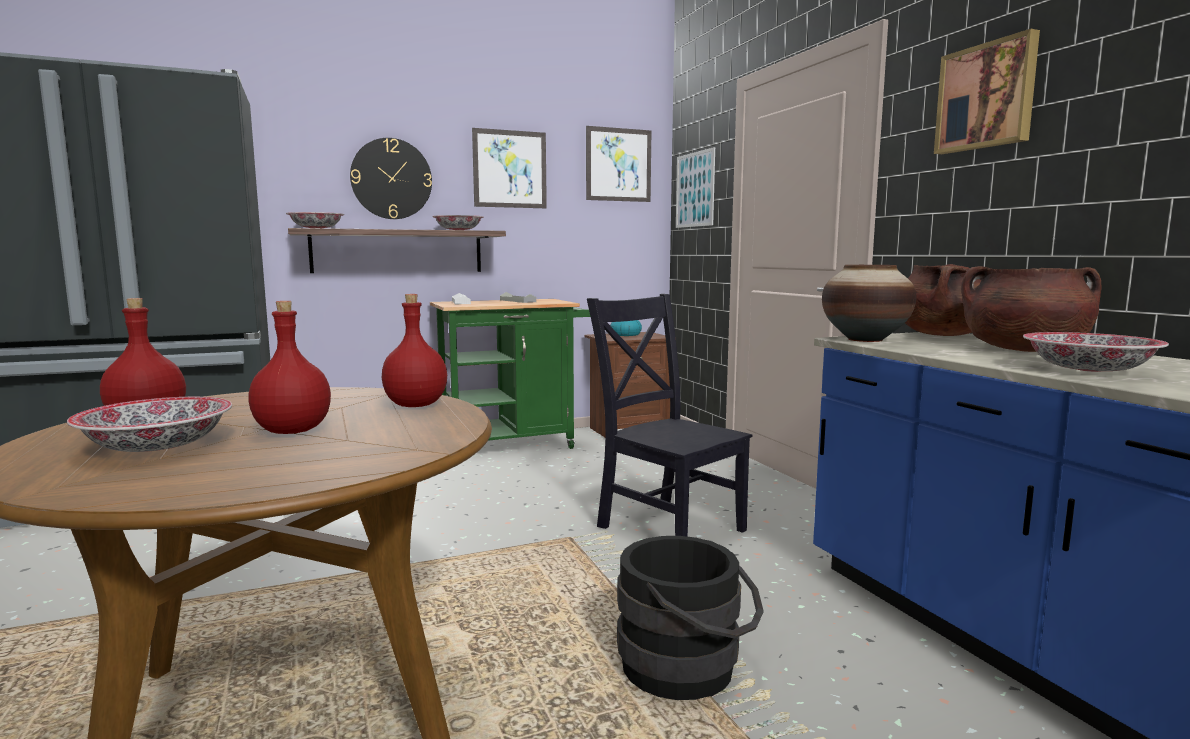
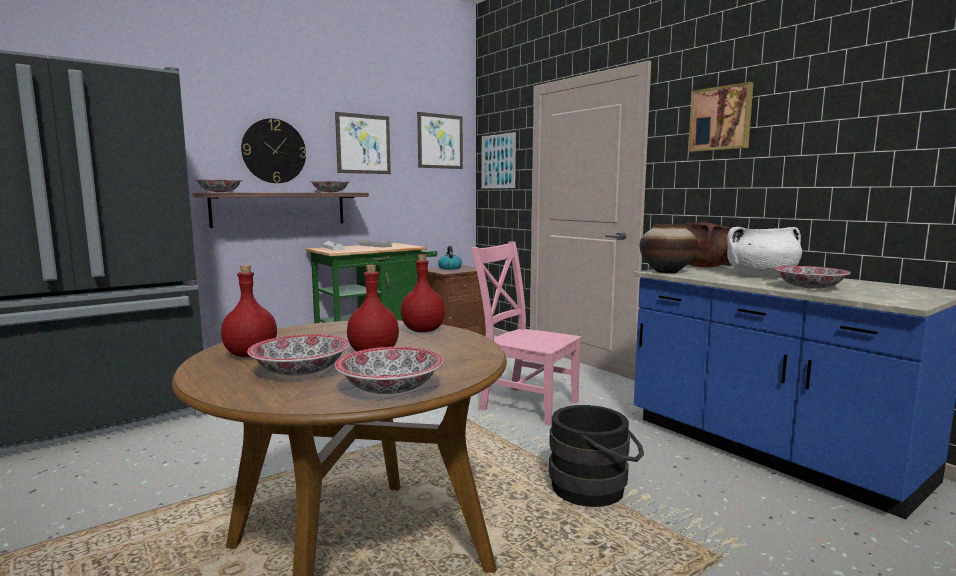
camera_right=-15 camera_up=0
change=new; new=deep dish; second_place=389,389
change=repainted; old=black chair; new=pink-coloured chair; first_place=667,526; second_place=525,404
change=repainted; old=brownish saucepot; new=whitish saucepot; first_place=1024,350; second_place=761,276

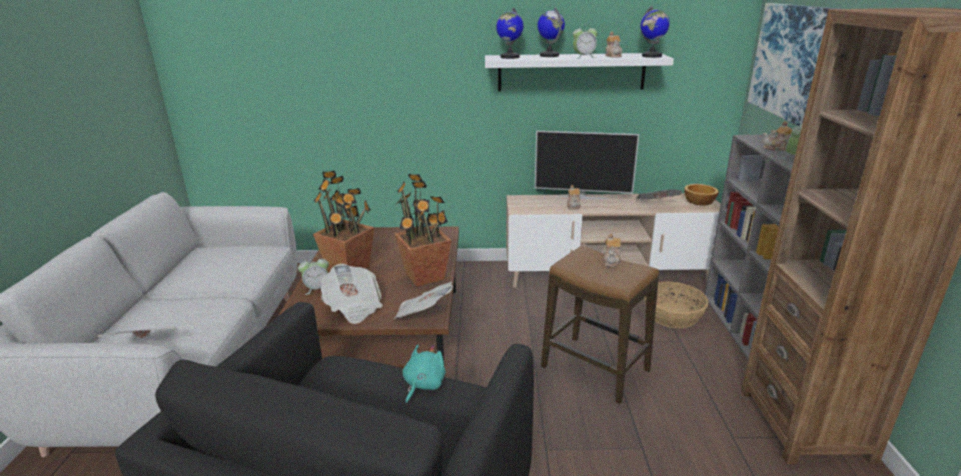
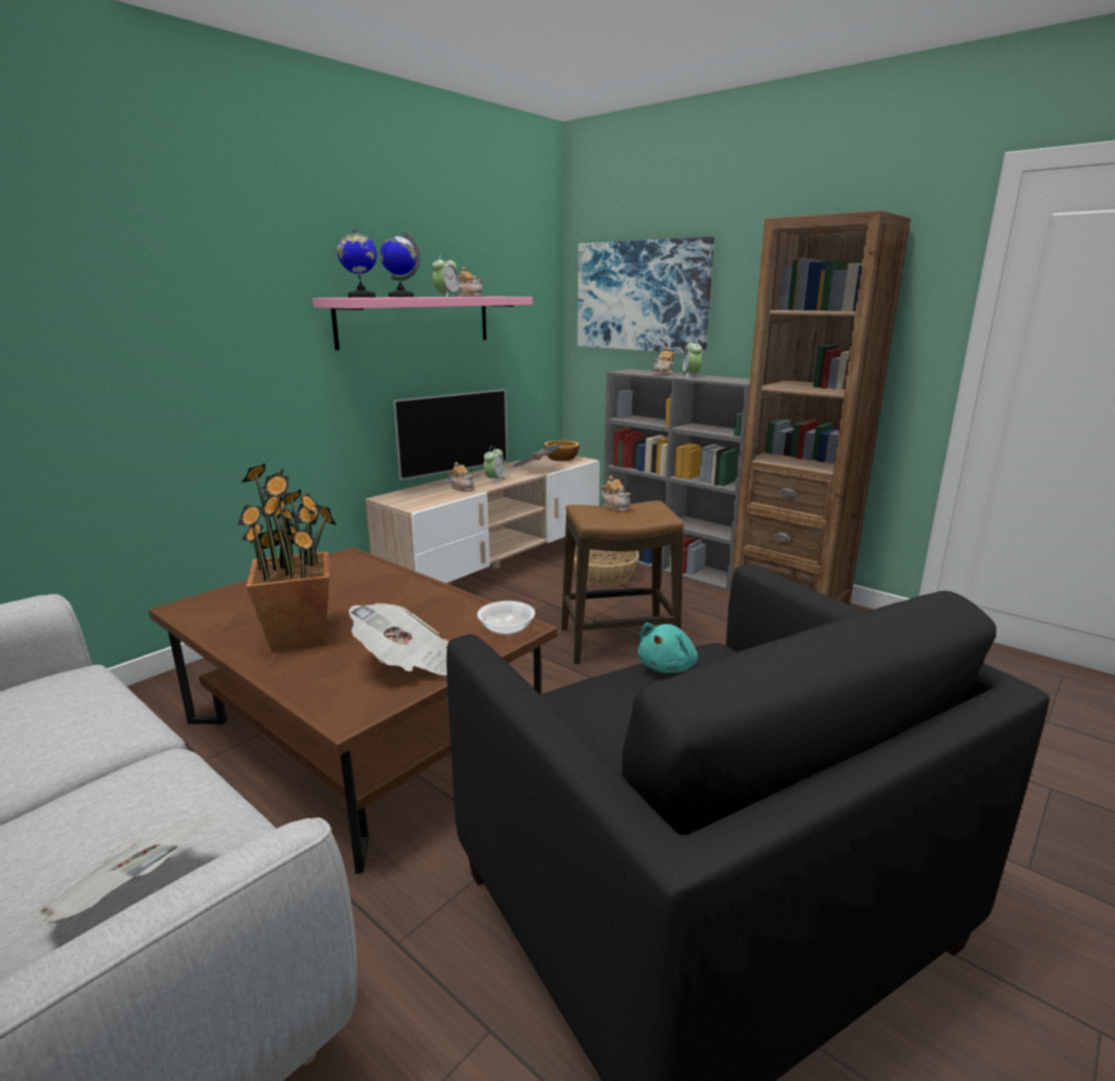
camera_right=-50 camera_up=-5
change=gone; old=houseplant; first_place=425,277
change=gone; old=desk globe; first_place=651,56
change=shifted; old=alarm clock; first_place=317,289; second_place=494,480
change=swapped; old=newspaper; new=deep dish; first_place=423,314; second_place=506,629
change=repainted; old=whitish shelf; new=pink-coloured shelf; first_place=571,72; second_place=416,321
change=rotated; old=blue-green cuddly toy; first_place=423,385; second_place=668,667; degrees=-120

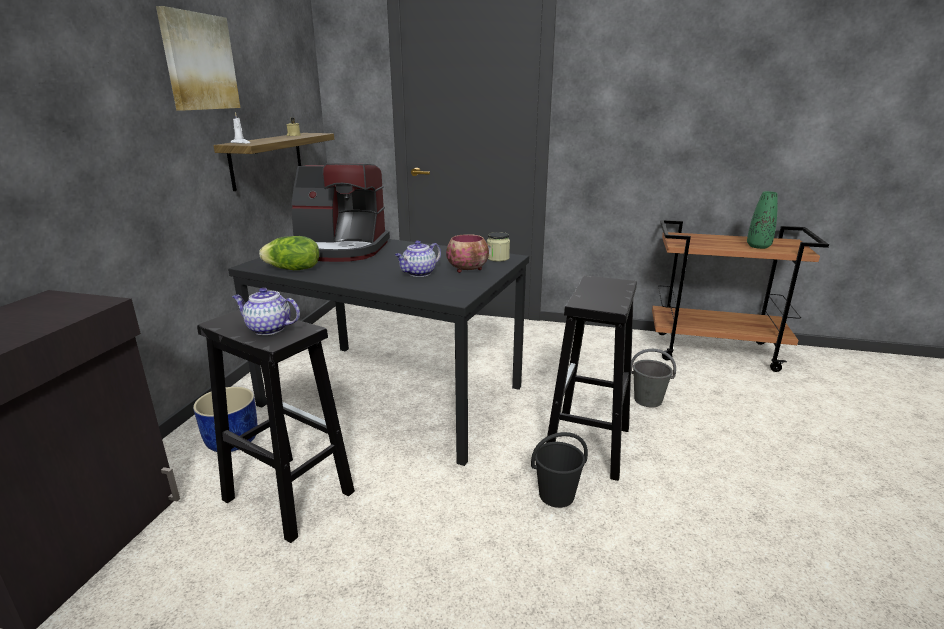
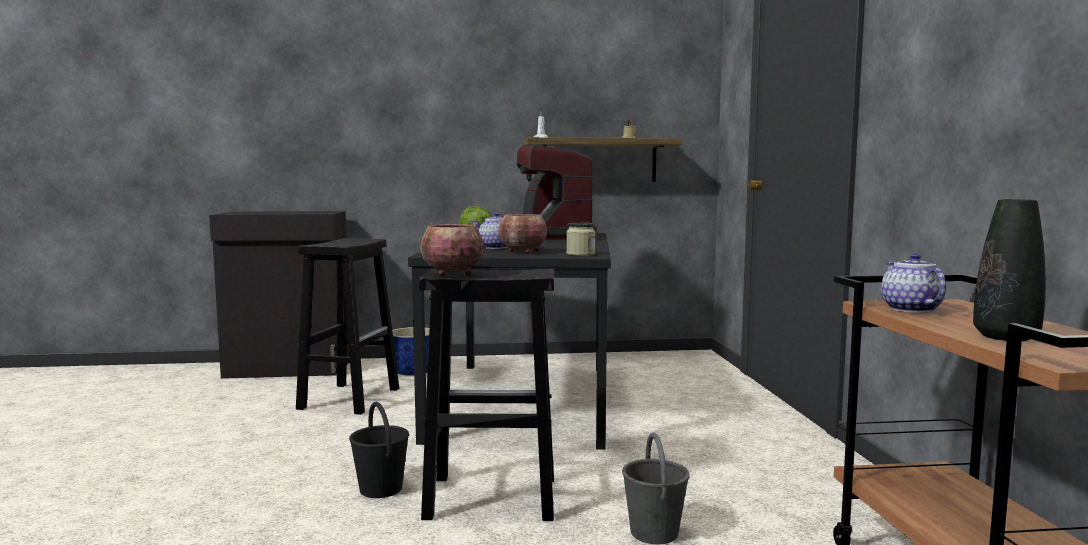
camera_right=70 camera_up=-15
change=gone; old=wall art; first_place=198,62
change=new; new=deep dish; second_place=452,274
change=shifted; old=tea pot; first_place=268,329; second_place=910,309
change=repainted; old=green-coloured vase; new=black vase; first_place=758,246; second_place=1005,337

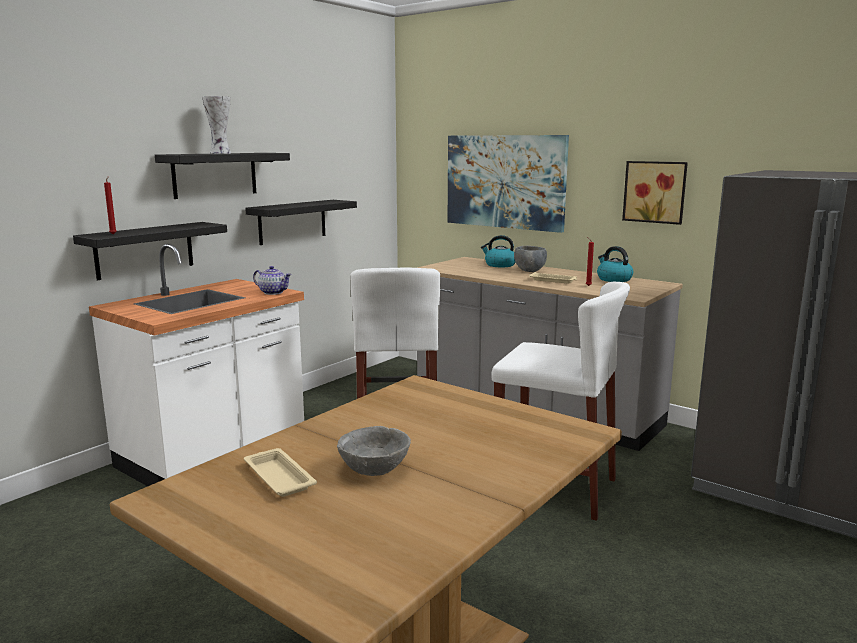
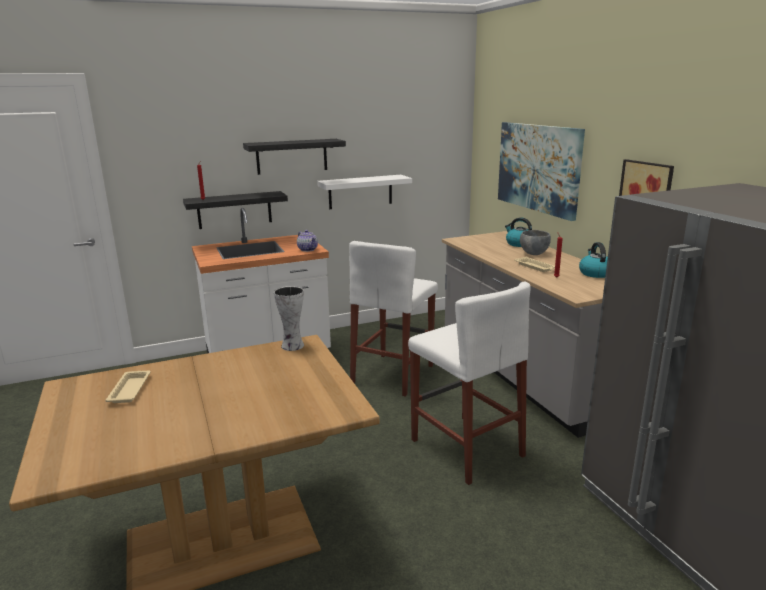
camera_right=30 camera_up=5
change=gone; old=grey deep dish; first_place=374,471
change=shifted; old=vase; first_place=220,153; second_place=291,346
change=repainted; old=black shelf; new=whitish shelf; first_place=292,221; second_place=360,192

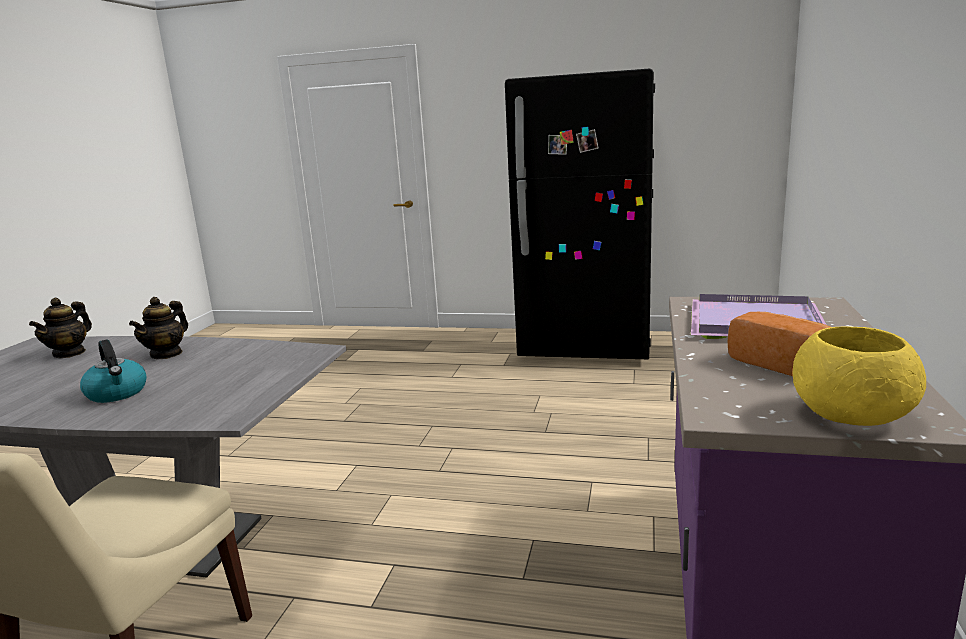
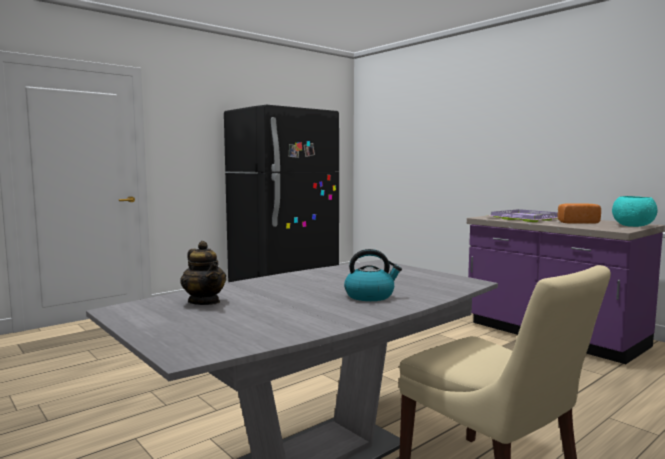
camera_right=-55 camera_up=-10
change=gone; old=tea pot; first_place=166,354
change=repainted; old=yellowish deep dish; new=blue-green deep dish; first_place=853,415; second_place=633,225

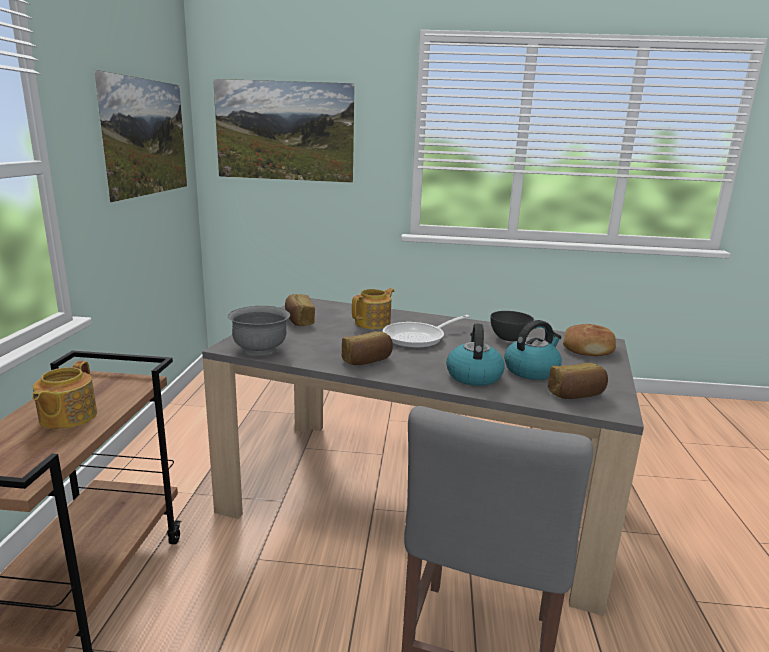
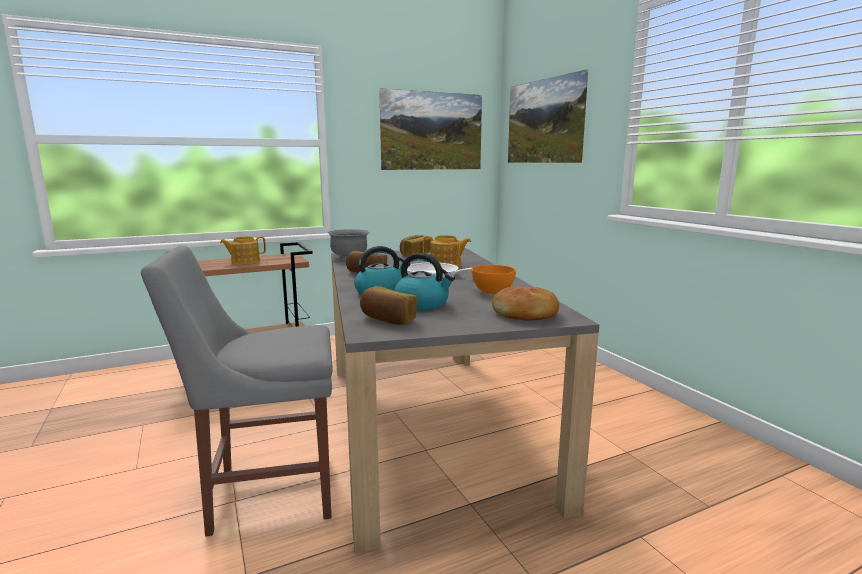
camera_right=60 camera_up=-5
change=repainted; old=grey deep dish; new=orange-coloured deep dish; first_place=510,338; second_place=493,292

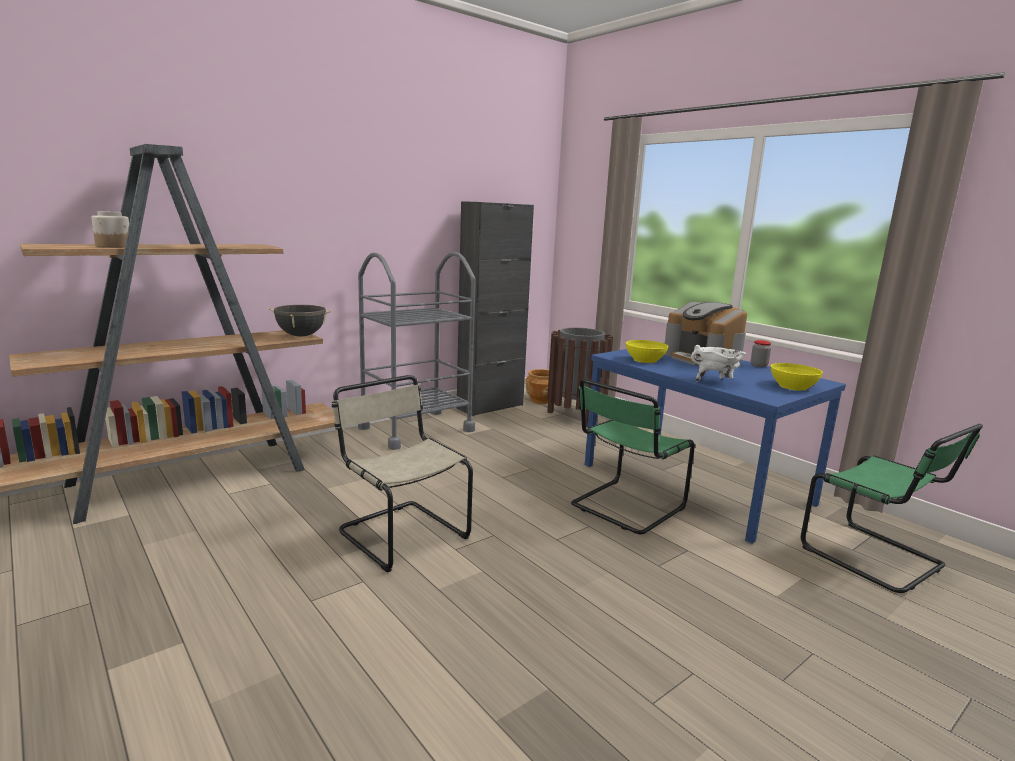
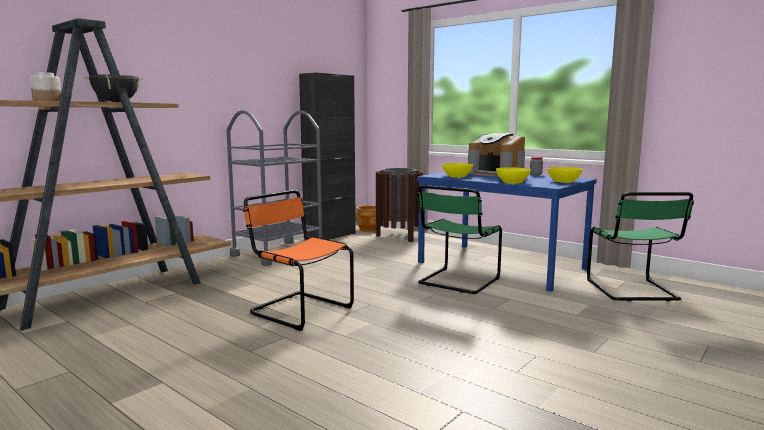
camera_right=-10 camera_up=-5
change=shifted; old=black saucepot; first_place=301,336; second_place=116,102
change=swapped; old=whitish saucepot; new=yellowish deep dish; first_place=716,382; second_place=512,182
change=repainted; old=beige-coloured chair; new=orange-coloured chair; first_place=400,533; second_place=298,310
change=rotated; old=green-coloured chair; first_place=876,558; second_place=633,291; degrees=45

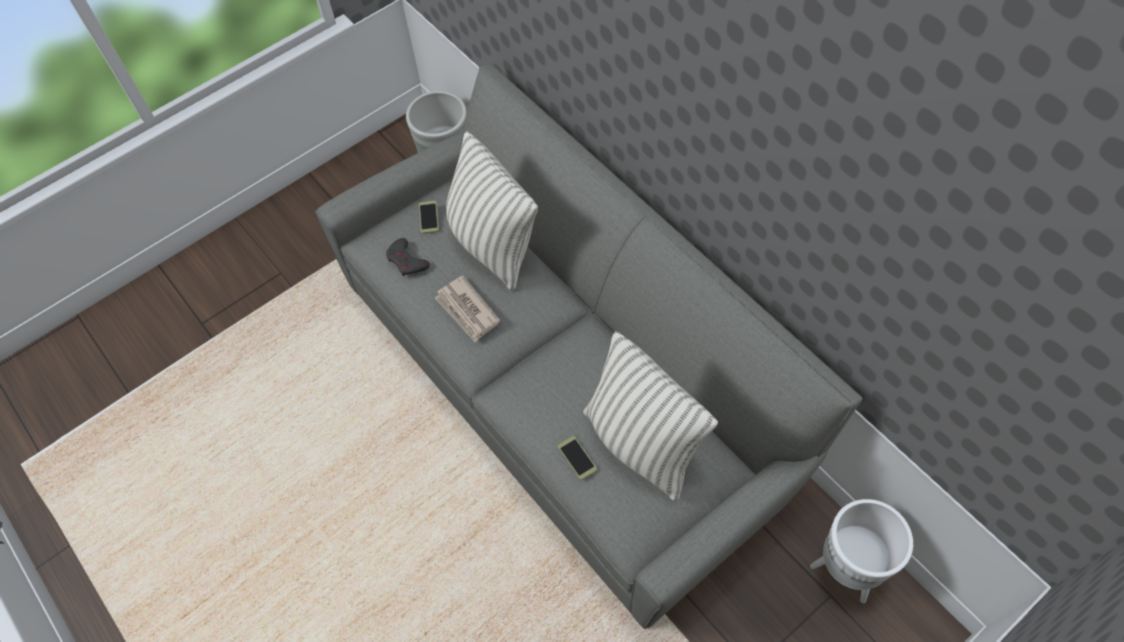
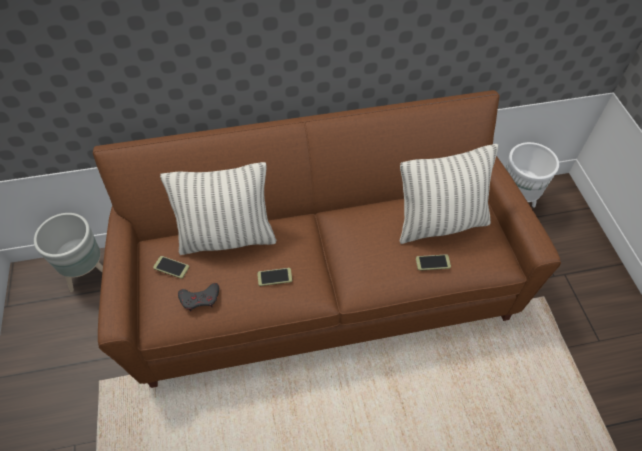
camera_right=-65 camera_up=-5
change=swapped; old=newspaper; new=phone; first_place=467,311; second_place=274,277
change=repainted; old=grey sofa; new=brownish sofa; first_place=566,388; second_place=321,284

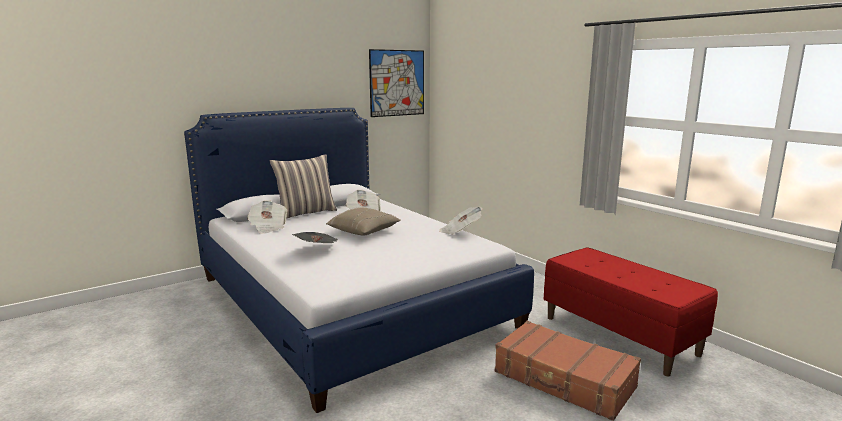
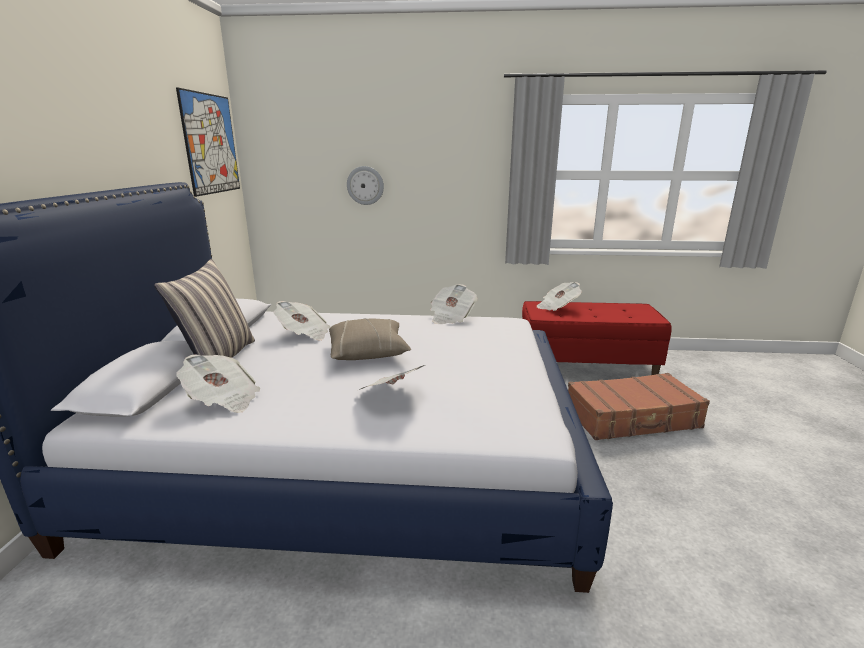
camera_right=-50 camera_up=5
change=new; new=hanging clock; second_place=365,185
change=new; new=newspaper; second_place=557,307

